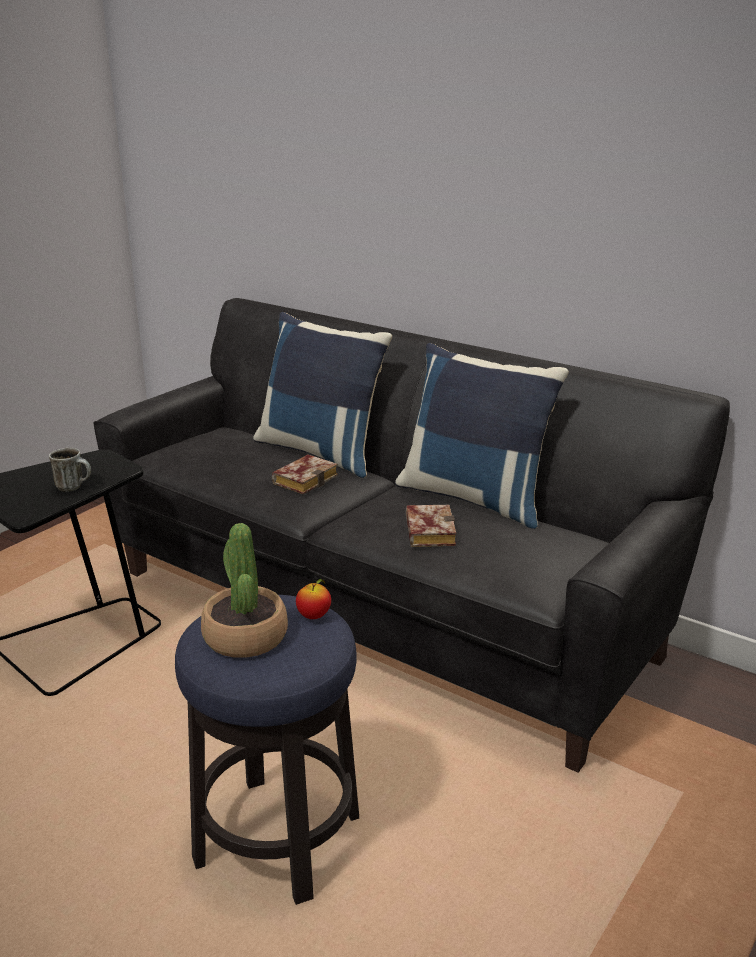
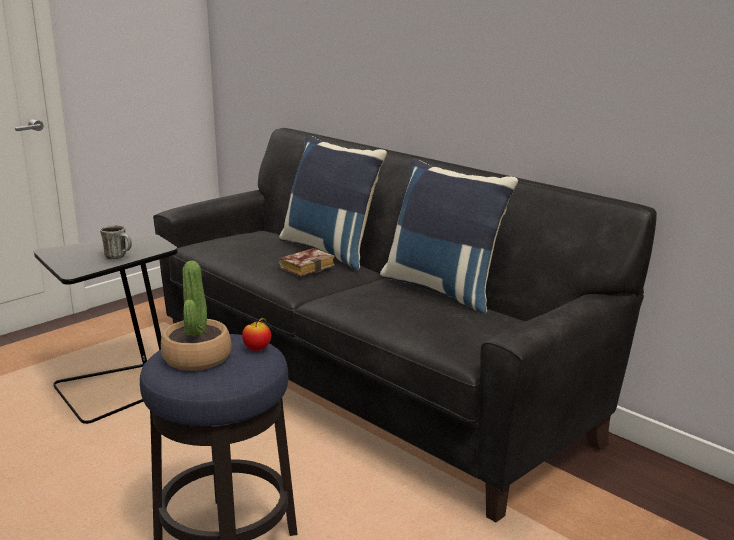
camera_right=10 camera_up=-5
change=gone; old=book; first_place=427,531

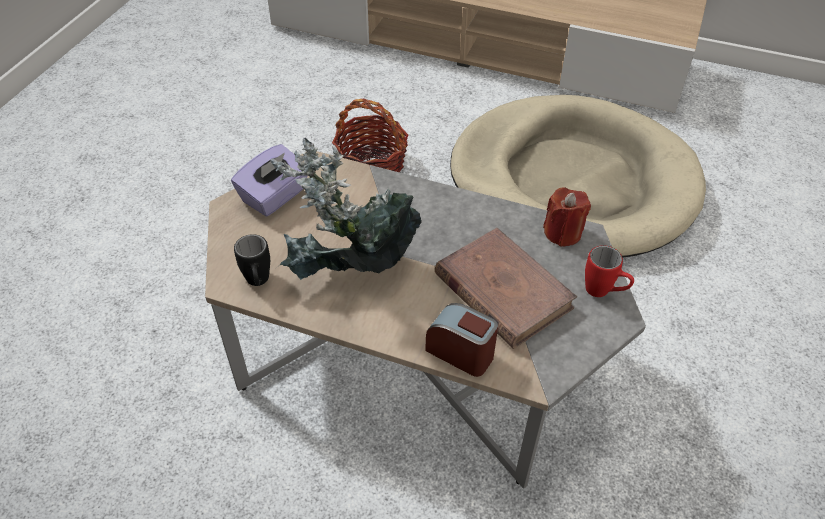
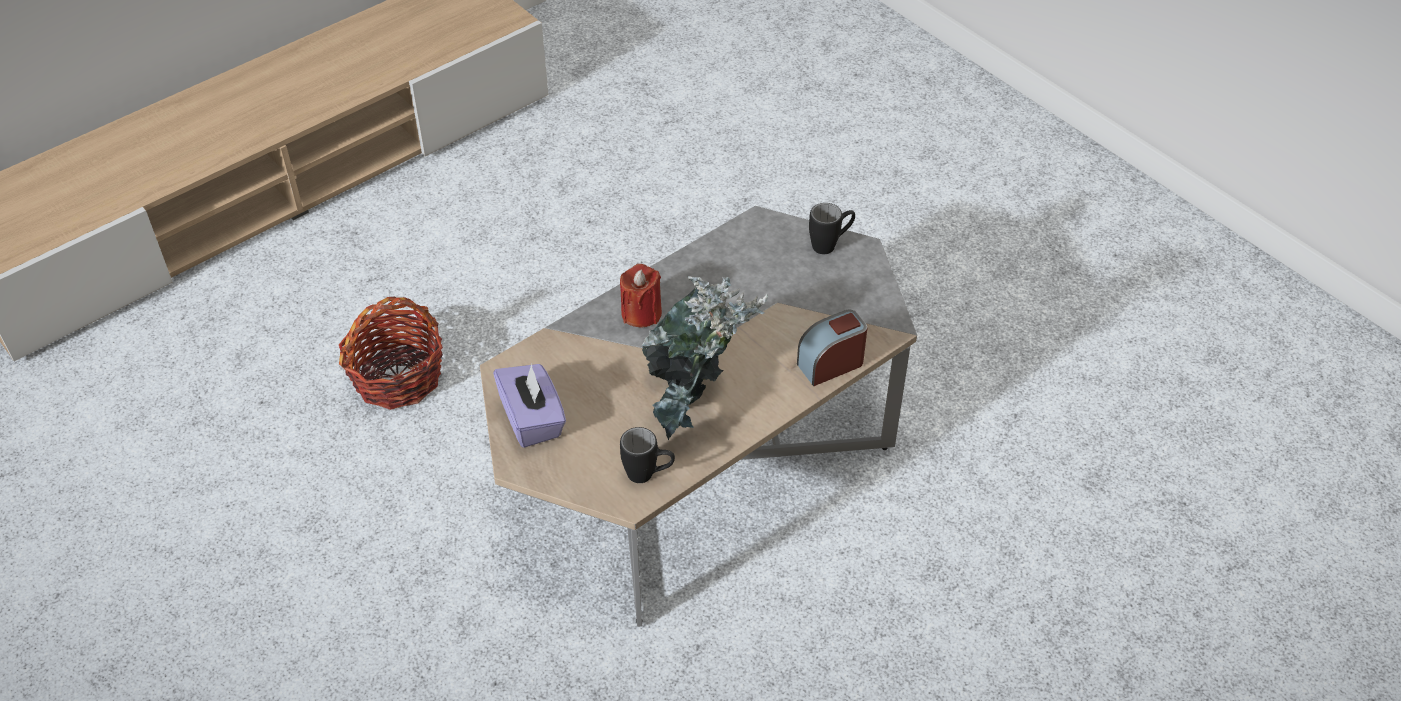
camera_right=-60 camera_up=0
change=gone; old=brownish book; first_place=502,291
change=gone; old=beige-coloured dog bed; first_place=572,183
change=shifted; old=reddish candle; first_place=562,233; second_place=641,313
change=repainted; old=reddish tea mug; new=black tea mug; first_place=604,292; second_place=830,244

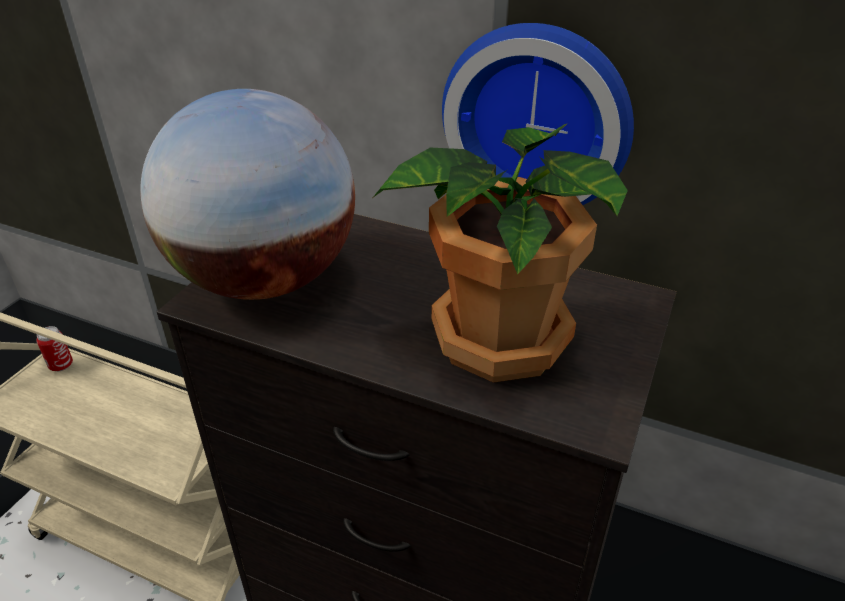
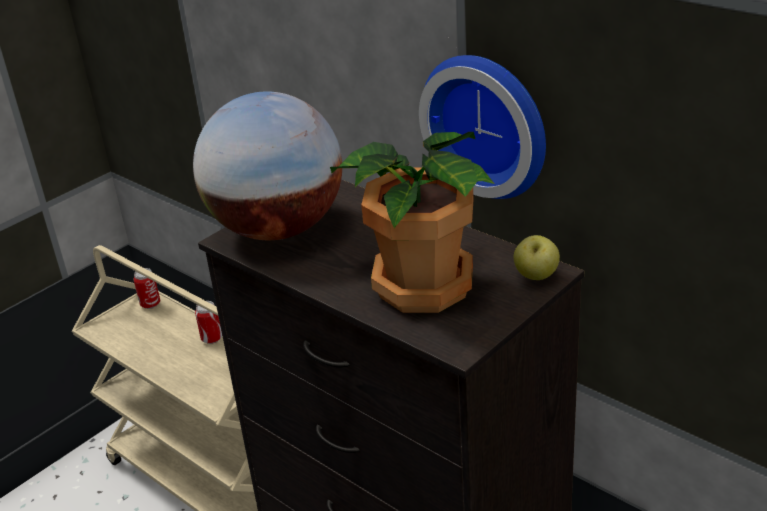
camera_right=20 camera_up=-5
change=new; new=metal can; second_place=212,338
change=new; new=apple; second_place=536,276

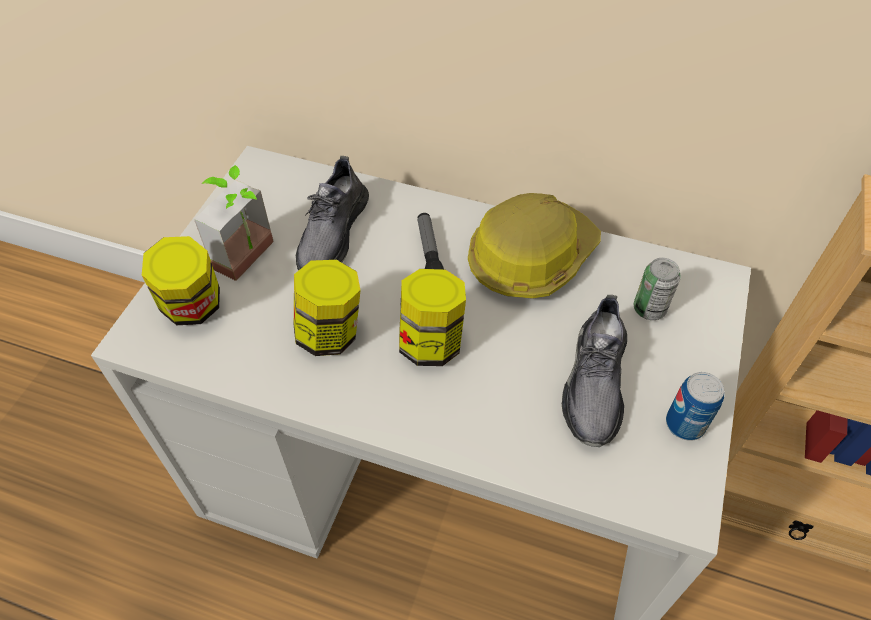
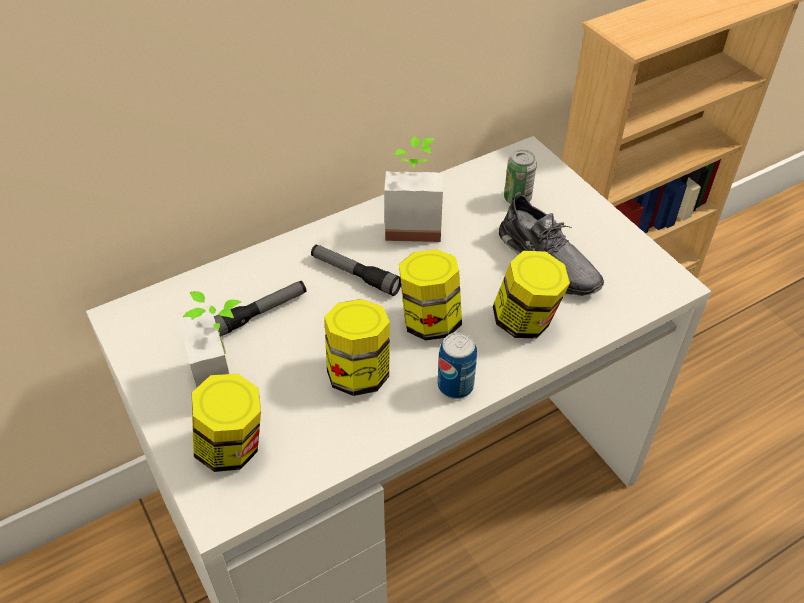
camera_right=-50 camera_up=-5
change=new; new=jar; second_place=525,321
change=shifted; old=metal can; first_place=685,424; second_place=455,385
change=swapped; old=grey item of footwear; new=flashlight; first_place=332,233; second_place=259,314
change=swapped; old=work helmet; new=houseplant; first_place=530,258; second_place=413,223

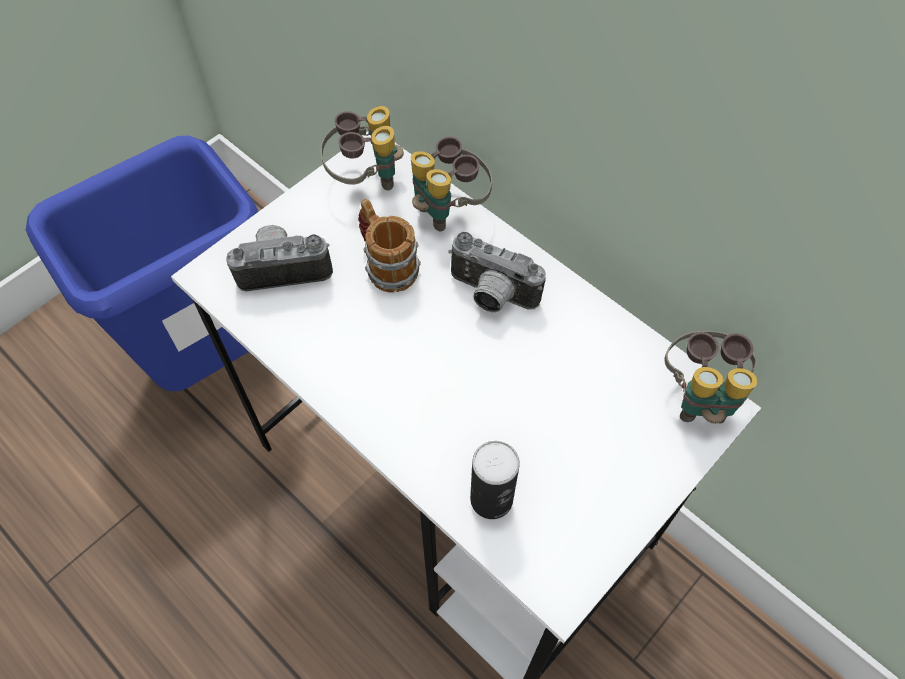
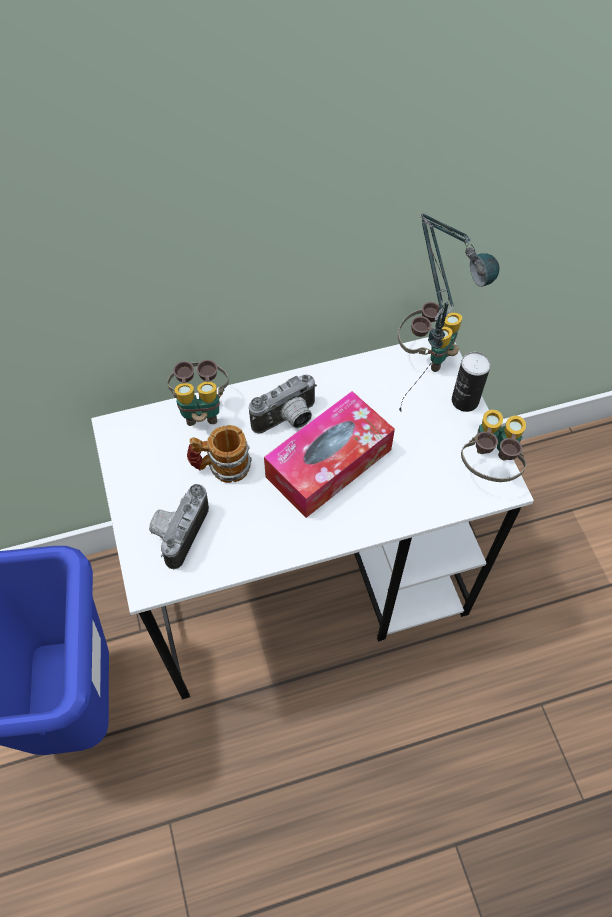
camera_right=-60 camera_up=0
change=new; new=tissue box; second_place=329,463
change=new; new=table lamp; second_place=417,417
change=shifted; old=binoculars; first_place=366,179; second_place=488,467
change=shifted; old=metal can; first_place=491,499; second_place=465,401

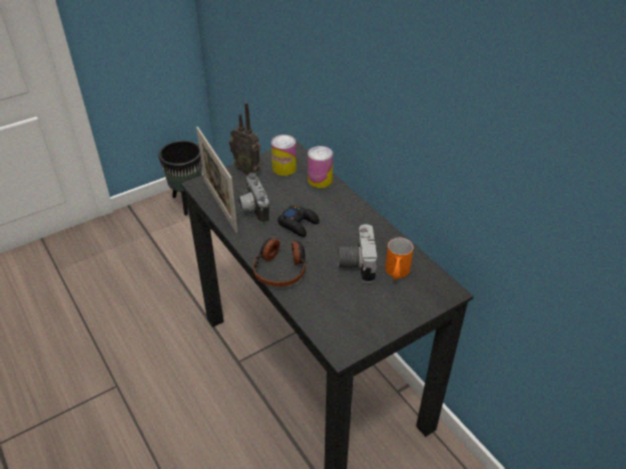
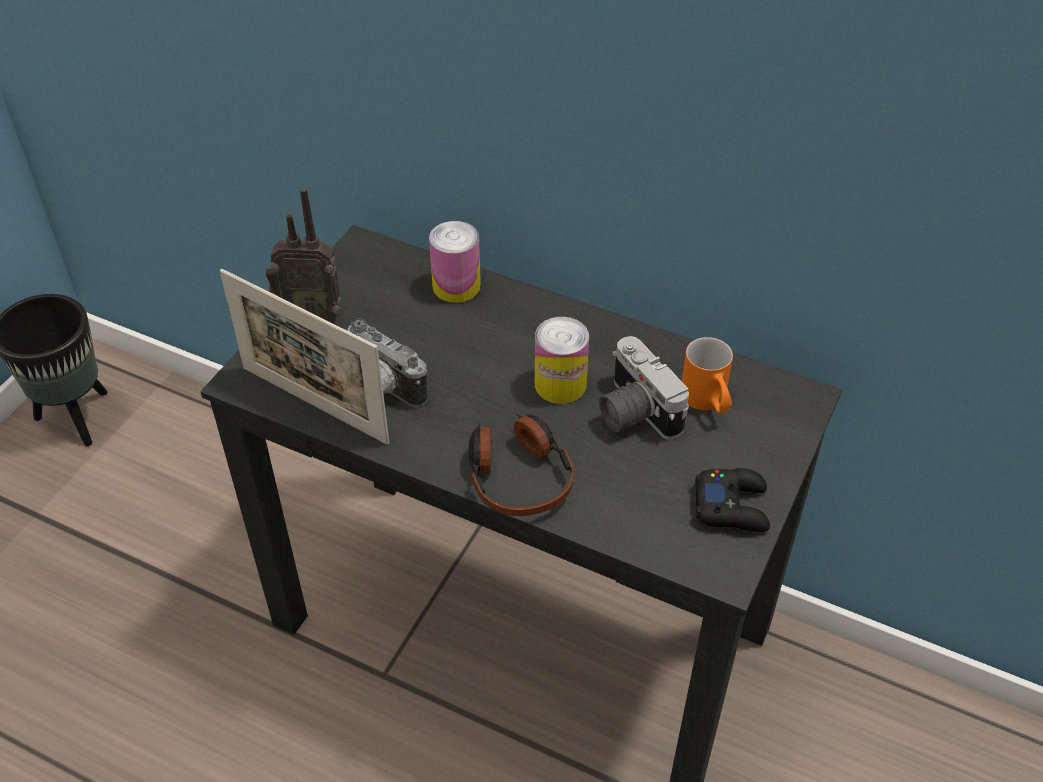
camera_right=-30 camera_up=5
change=shifted; old=metal can; first_place=284,168; second_place=560,384
change=shifted; old=black gamepad; first_place=298,224; second_place=732,506

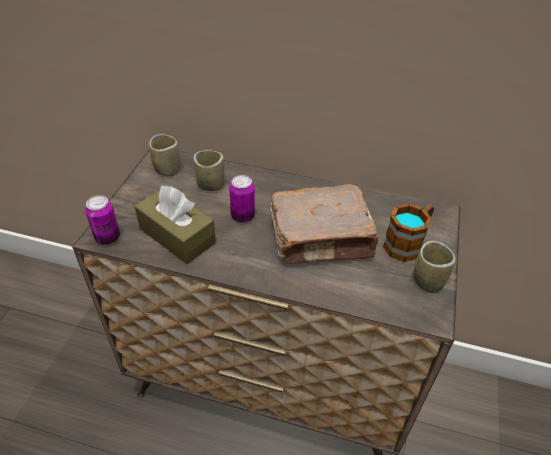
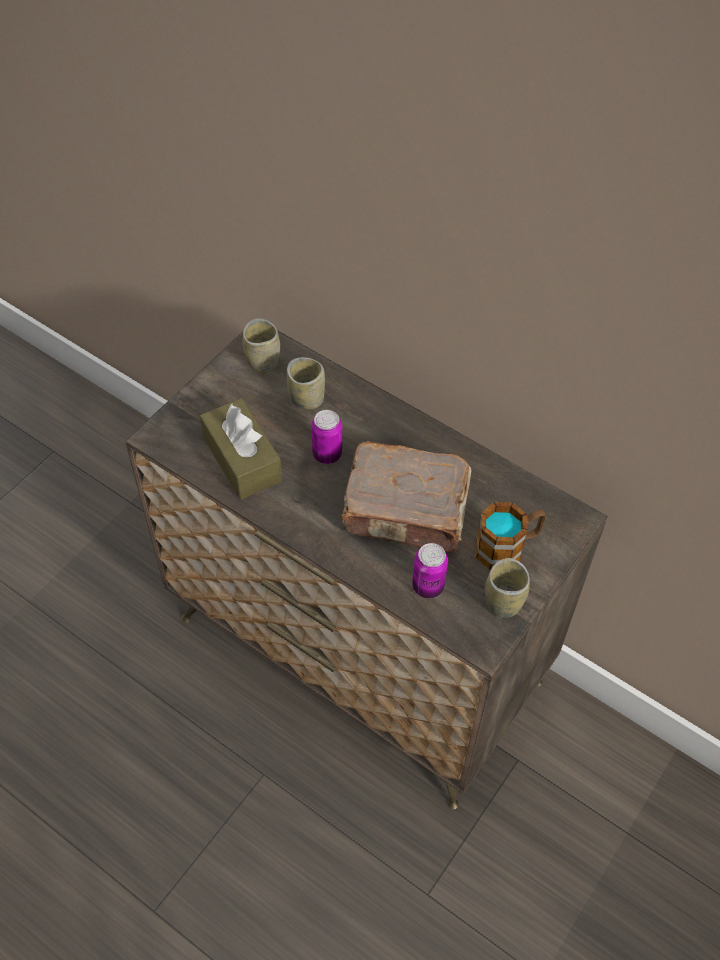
camera_right=20 camera_up=10
change=shifted; old=metal can; first_place=108,237; second_place=428,586

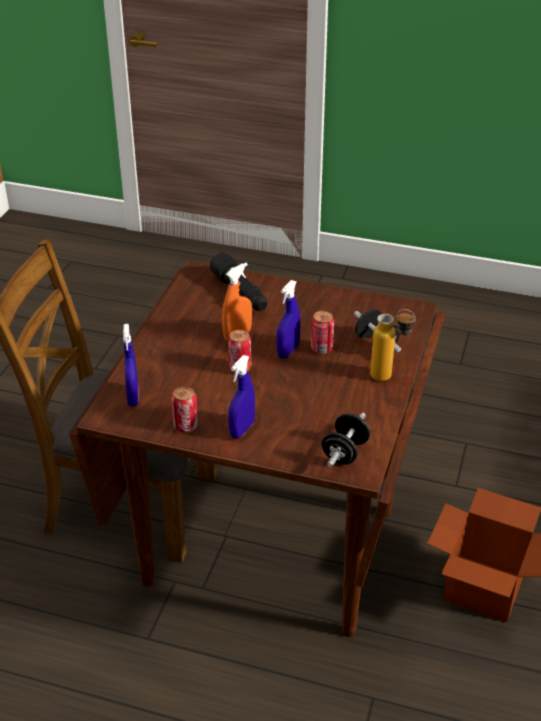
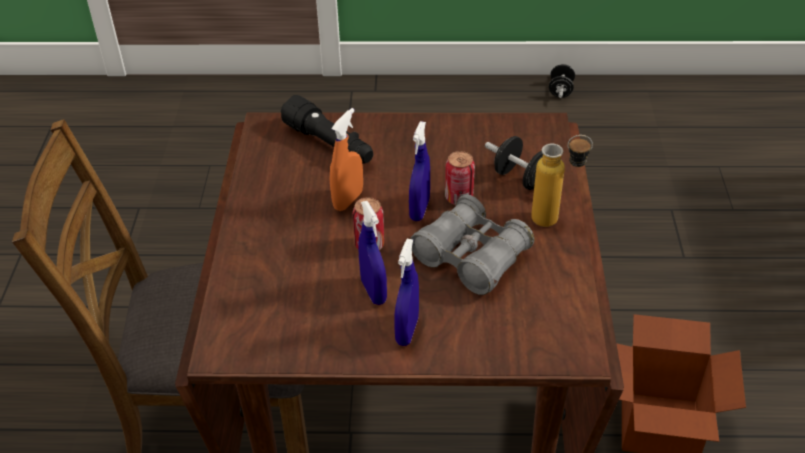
camera_right=-15 camera_up=5
change=gone; old=metal can; first_place=186,426
change=new; new=grey binoculars; second_place=471,257
change=shifted; old=blue-coloured sprayer; first_place=133,397; second_place=373,291
change=shifted; old=black free weight; first_place=345,452; second_place=560,91

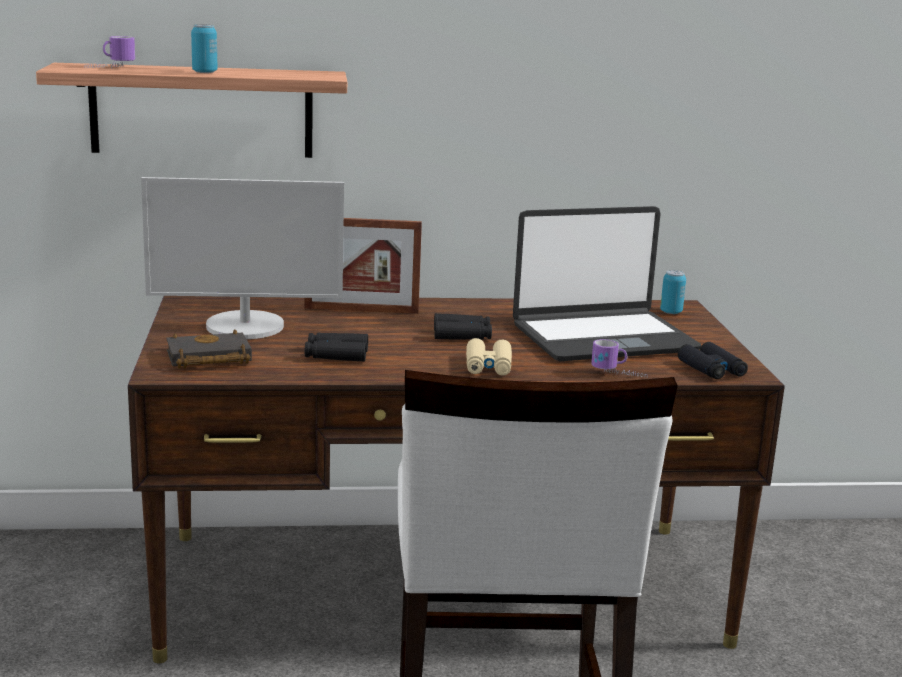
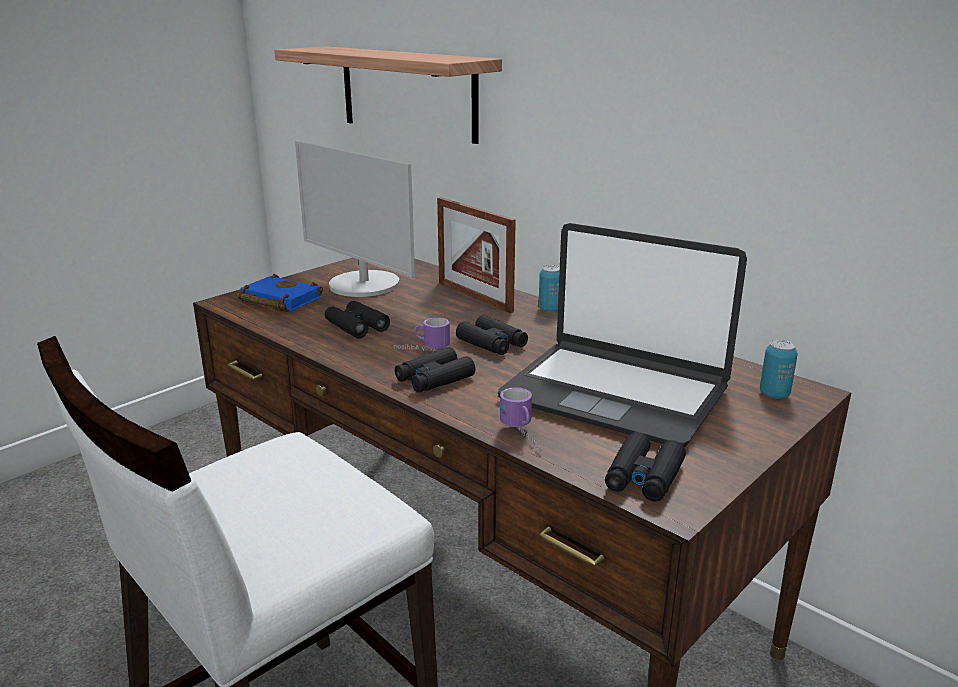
camera_right=50 camera_up=5
change=shifted; old=tea mug; first_place=109,68; second_place=421,350
change=shifted; old=metal can; first_place=204,72; second_place=550,309
change=repainted; old=black book; new=blue-coloured book; first_place=207,359; second_place=277,300
change=repainted; old=beige-coloured binoculars; new=black binoculars; first_place=488,366; second_place=434,379

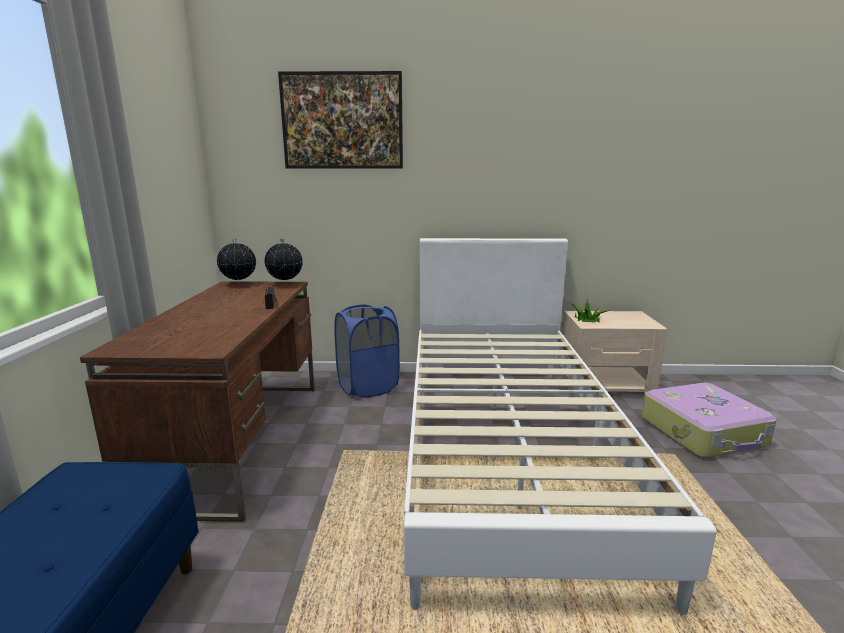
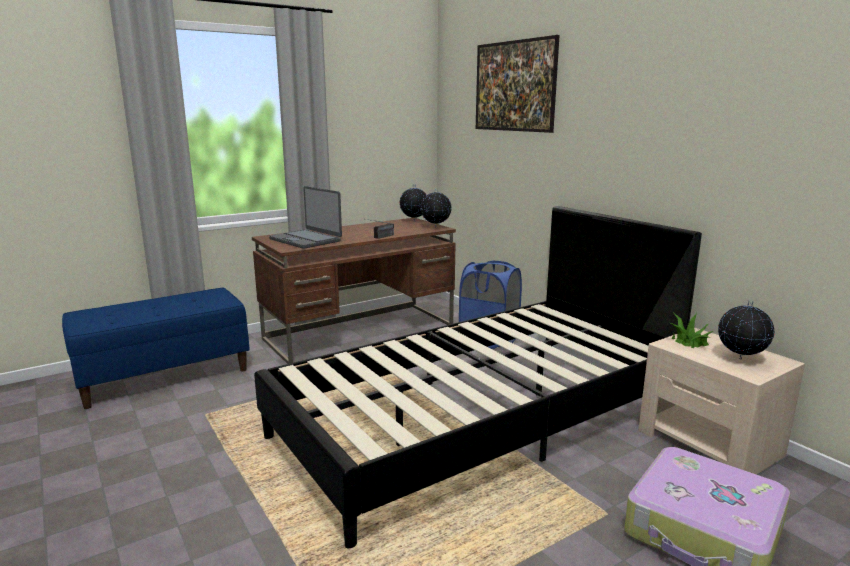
camera_right=55 camera_up=0
change=new; new=notebook computer; second_place=306,240
change=new; new=desk globe; second_place=740,359
change=repainted; old=whitish bedroom bed; new=black bedroom bed; first_place=506,449; second_place=479,421

